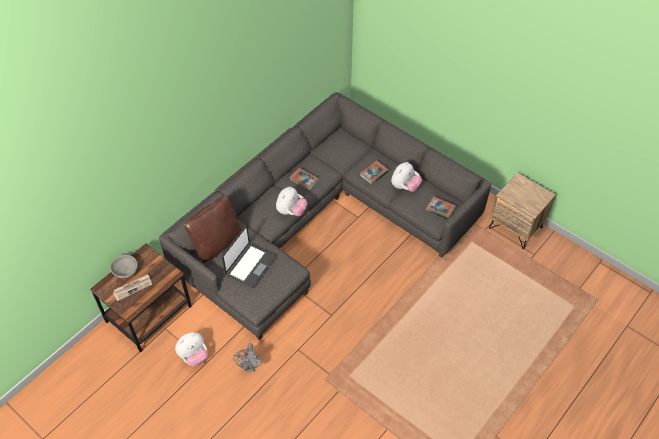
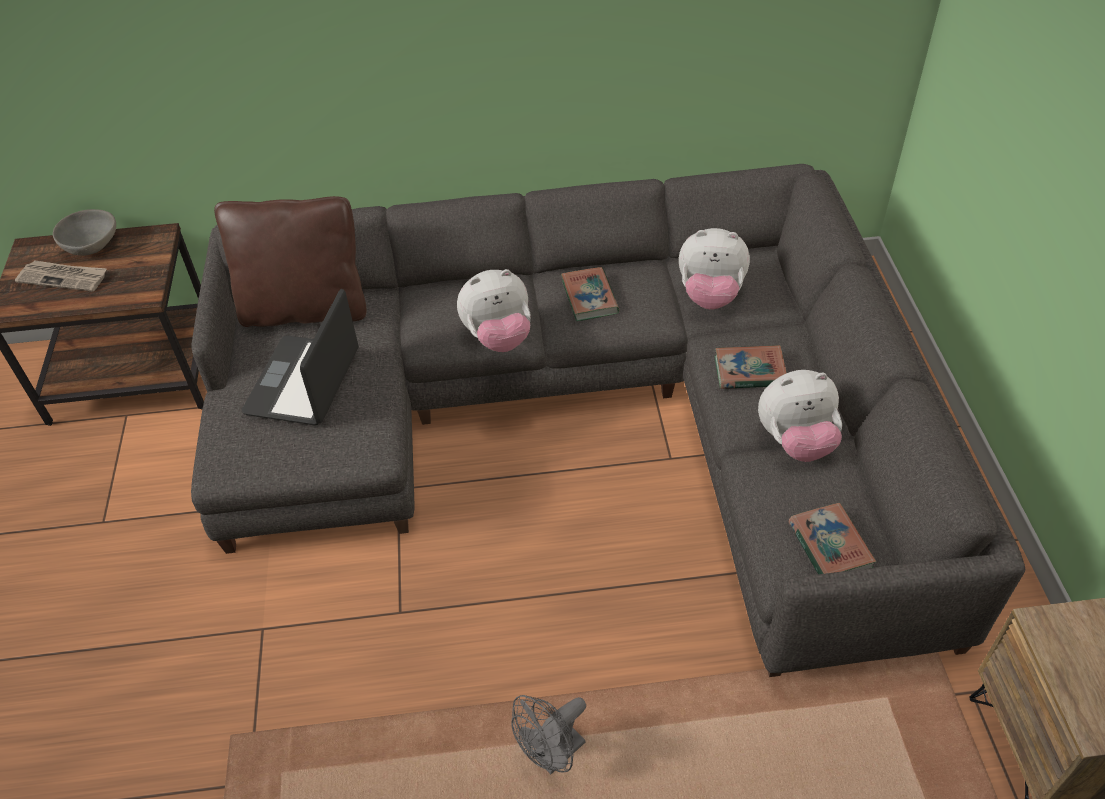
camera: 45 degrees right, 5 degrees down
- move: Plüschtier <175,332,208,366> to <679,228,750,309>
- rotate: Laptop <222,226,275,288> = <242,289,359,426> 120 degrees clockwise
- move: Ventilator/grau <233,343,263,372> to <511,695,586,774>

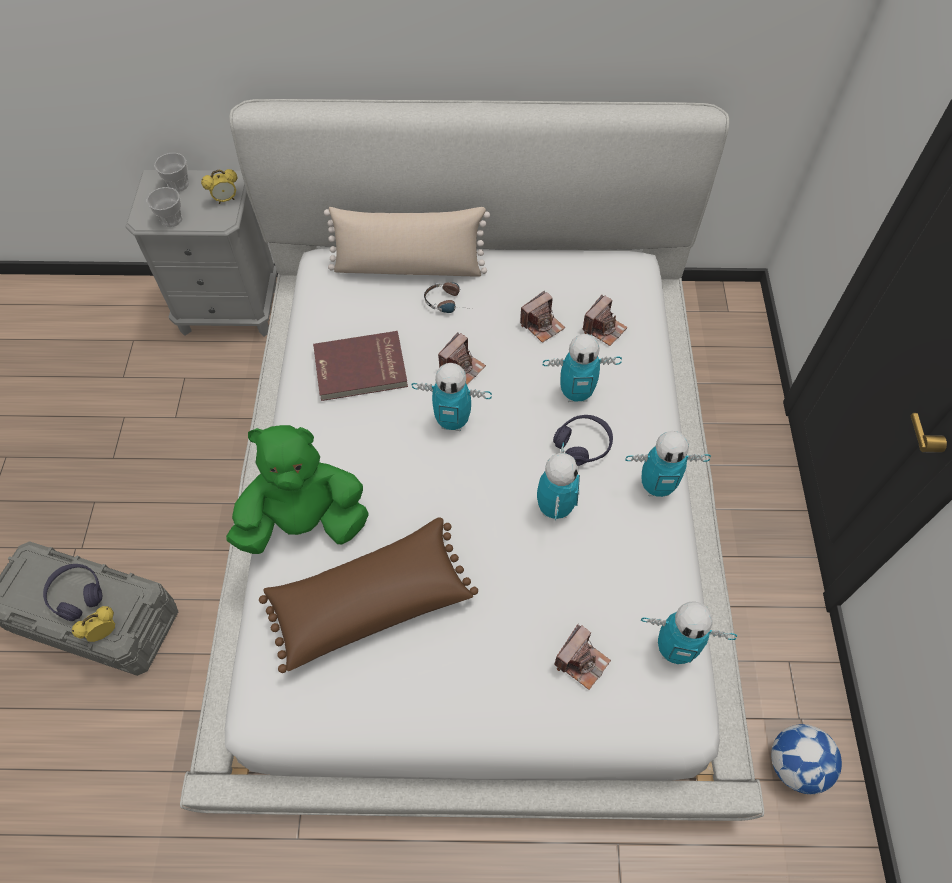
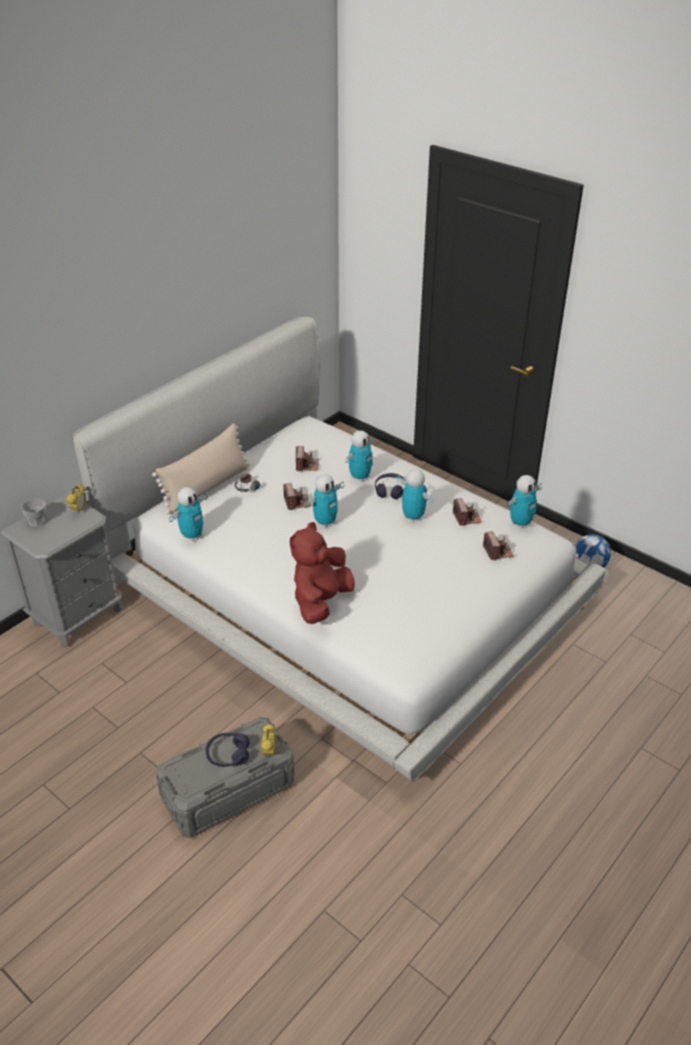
camera: 50 degrees left, 20 degrees down
- delete: Tasse <147,187,183,227>
- recolor: Plüschtier/grün <226,425,369,554> to Plüschtier/rot <290,522,355,624>
- delete: Kissen/braun <259,517,478,673>
- delete: Buch/rot <313,331,408,401>
- move: Kamera <583,295,628,346> to <453,498,482,526>
- move: Spielzeugroboter <625,431,711,497> to <169,487,208,541>

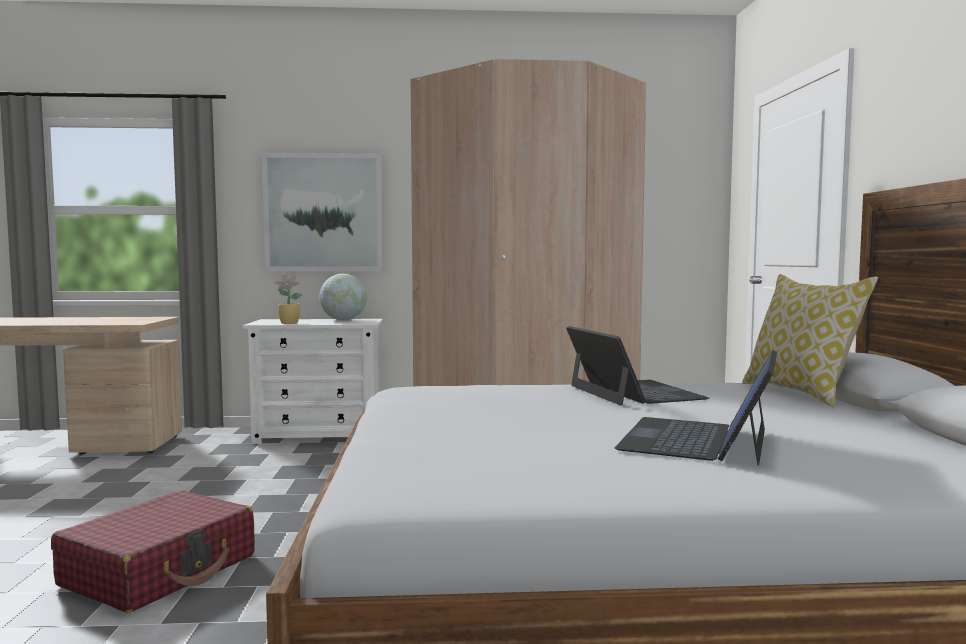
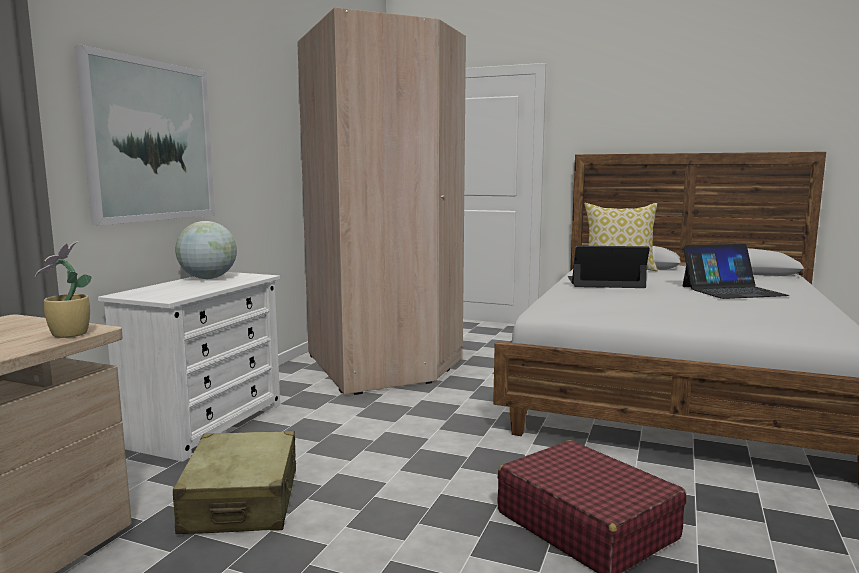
camera: 65 degrees left, 5 degrees up
- move: Topfpflanze <274,275,302,324> to <34,241,92,338>
- rotate: Laptop <615,350,777,465> = <683,244,790,299> 60 degrees counterclockwise
- insert: Koffer/beige <173,431,296,534>

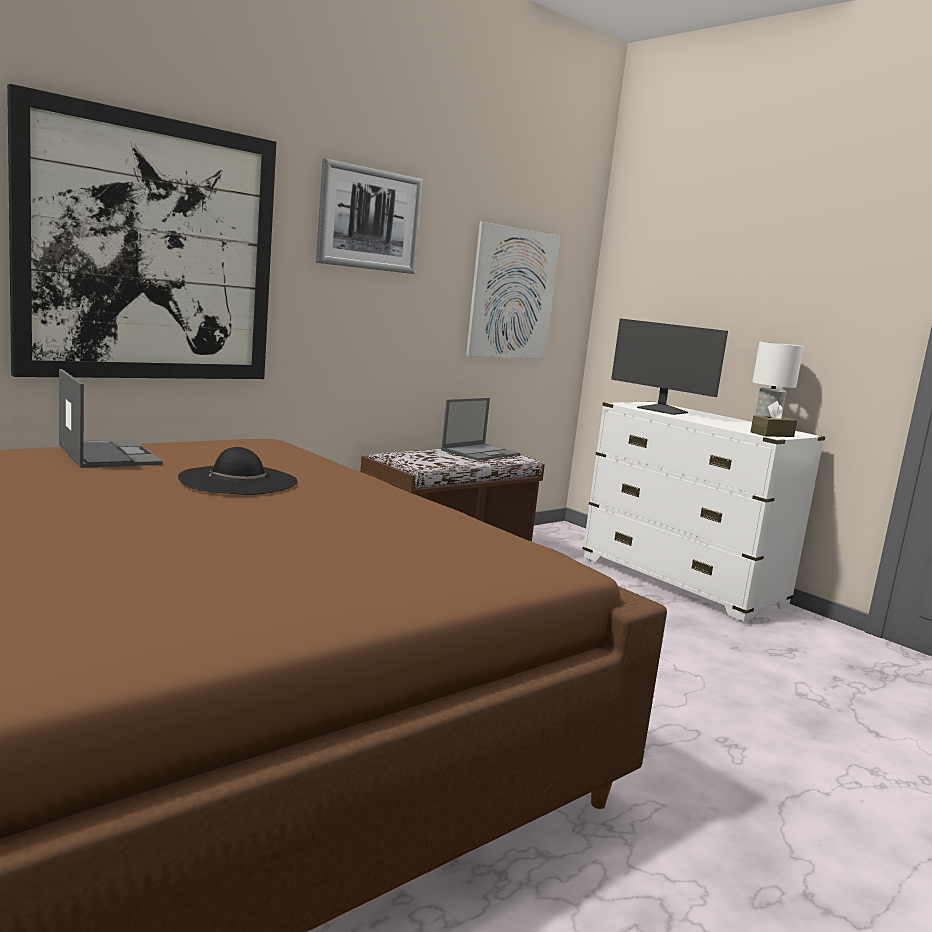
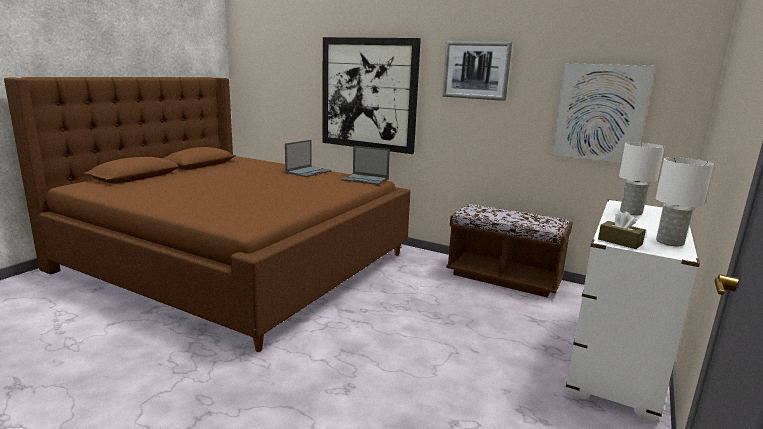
camera: 70 degrees right, 5 degrees up
- delete: Hut/schwarz <178,447,297,495>
- move: Laptop <441,398,520,461> to <341,146,390,185>
- replace: Monitor <611,318,728,415> to Tischlampe/weiß <619,142,665,215>

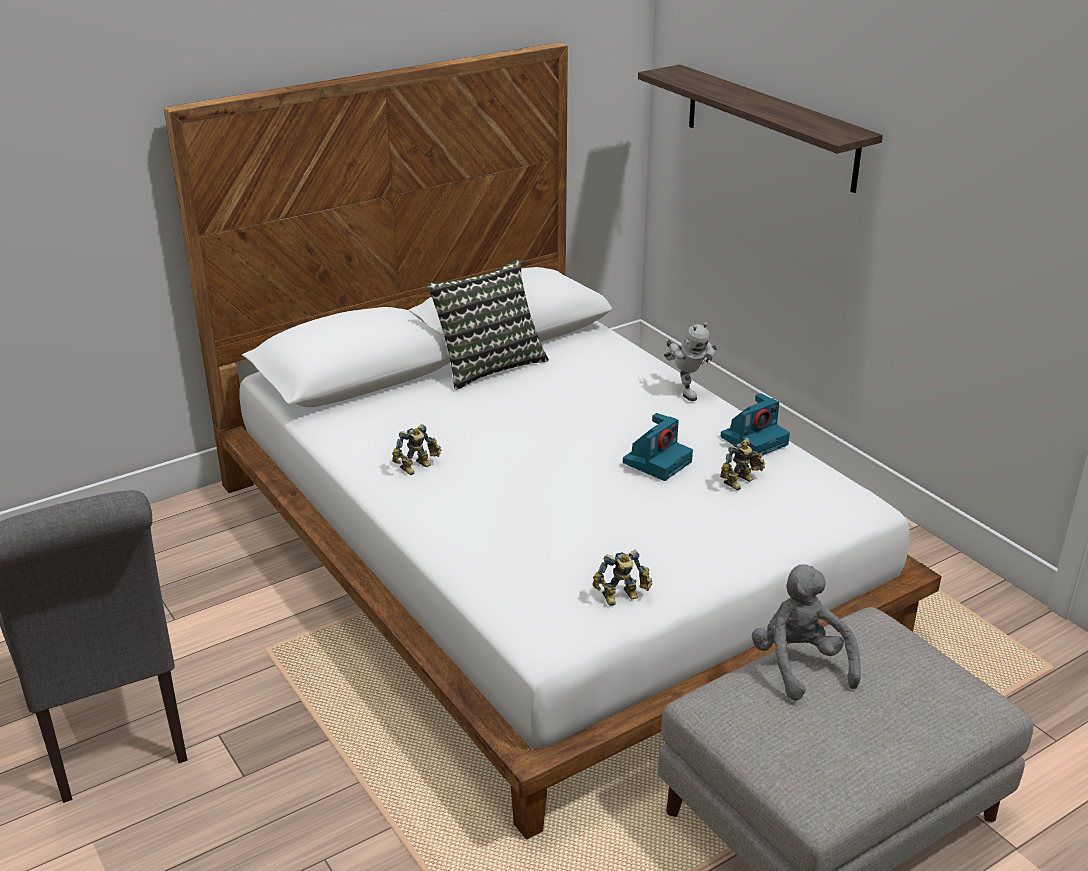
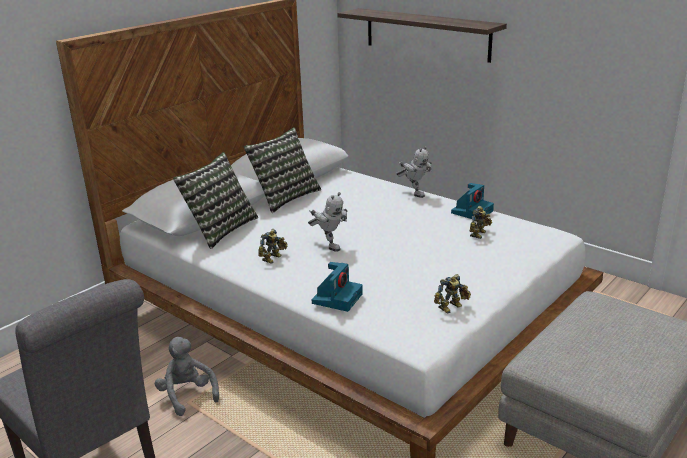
camera: 15 degrees left, 5 degrees down
- move: Kamera <623,413,693,481> to <312,262,363,312>
- move: Plüschtier/grau <752,564,861,701> to <155,337,219,416>
- insert: Kissen <173,152,258,249>
- insert: Spielzeugroboter <308,192,347,252>

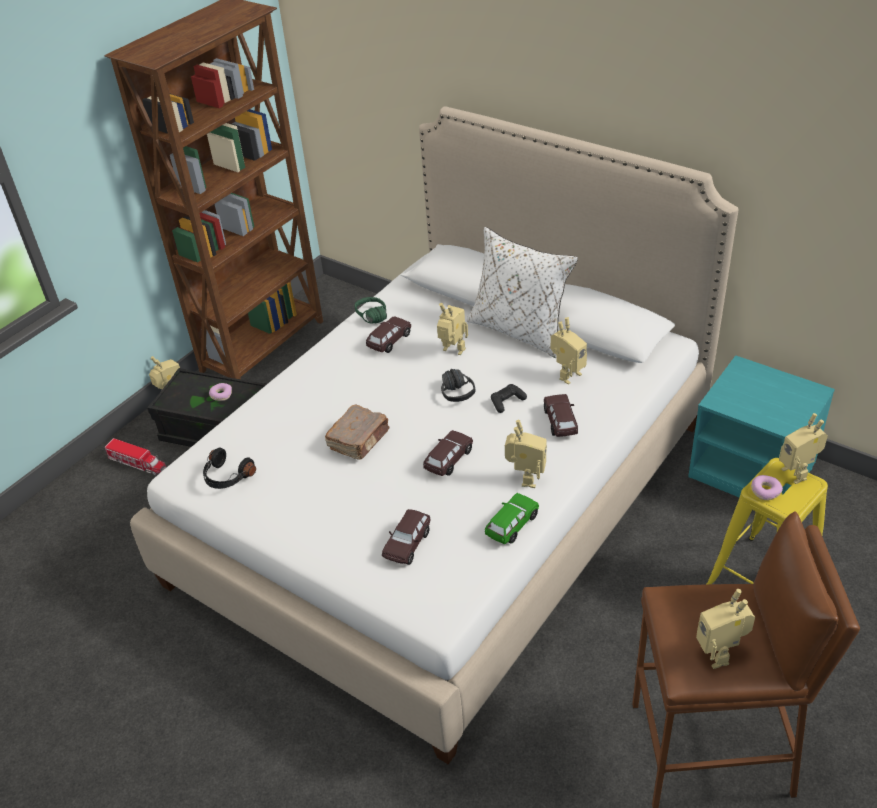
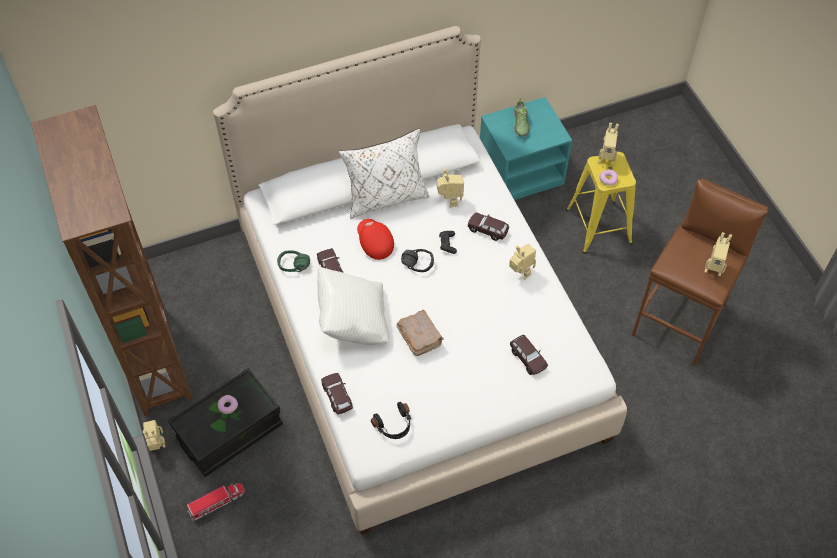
camera: 60 degrees left, 15 degrees up
- move: Spielzeugauto/braun <423,430,473,476> to <321,373,353,415>
- replace: Spielzeugroboter <437,303,468,355> to Kappe/rot <357,219,394,260>
- delete: Spielzeugauto/grün <485,493,539,544>
- insert: Kissen/weiß <317,266,389,345>
- insert: Schuh <513,98,530,137>

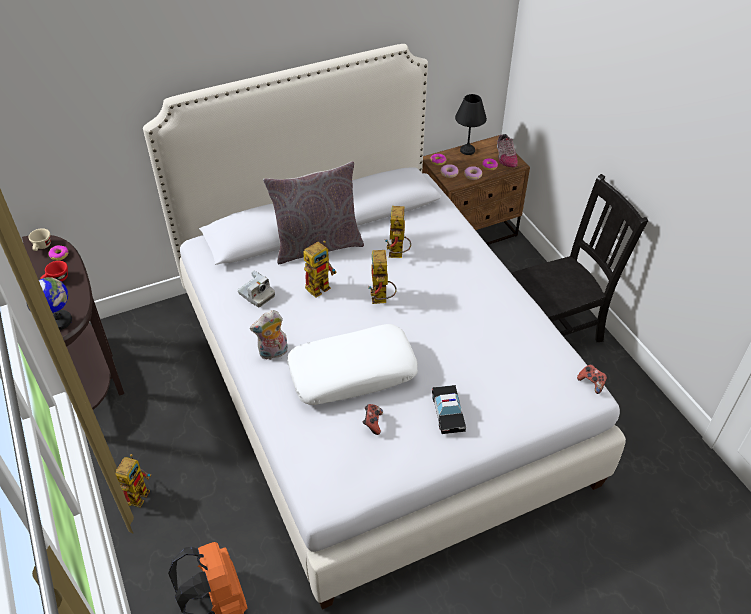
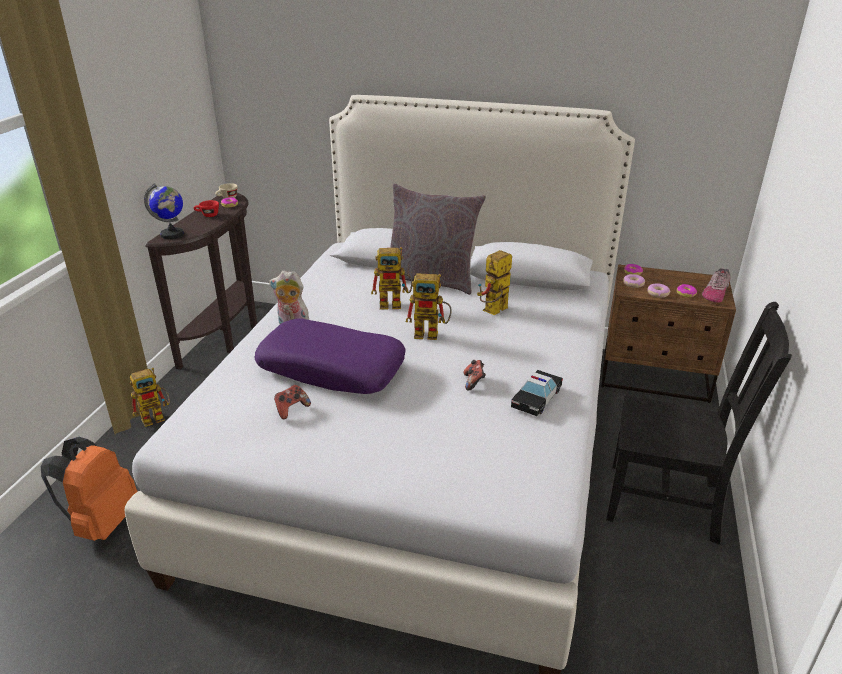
camera: 40 degrees right, 15 degrees down
- delete: Kamera <238,271,275,307>
- recolor: Kissen/weiß <287,324,418,405> to Kissen/lila <254,318,406,394>
- rotate: Spielzeugroboter <368,250,397,304> = <406,274,452,340> 120 degrees counterclockwise
- move: Spielzeugauto <432,385,466,434> to <511,370,563,416>
- delete: Tischlampe/schwarz <455,94,487,155>
- move: Gamepad <577,364,607,394> to <463,360,486,390>

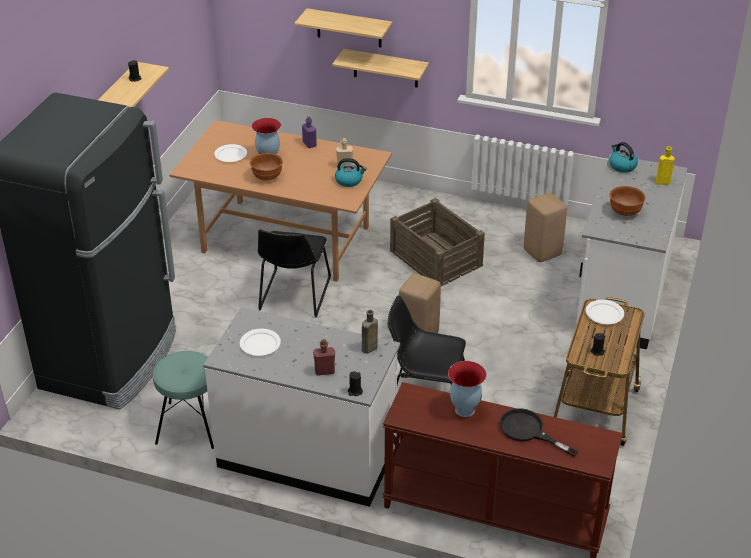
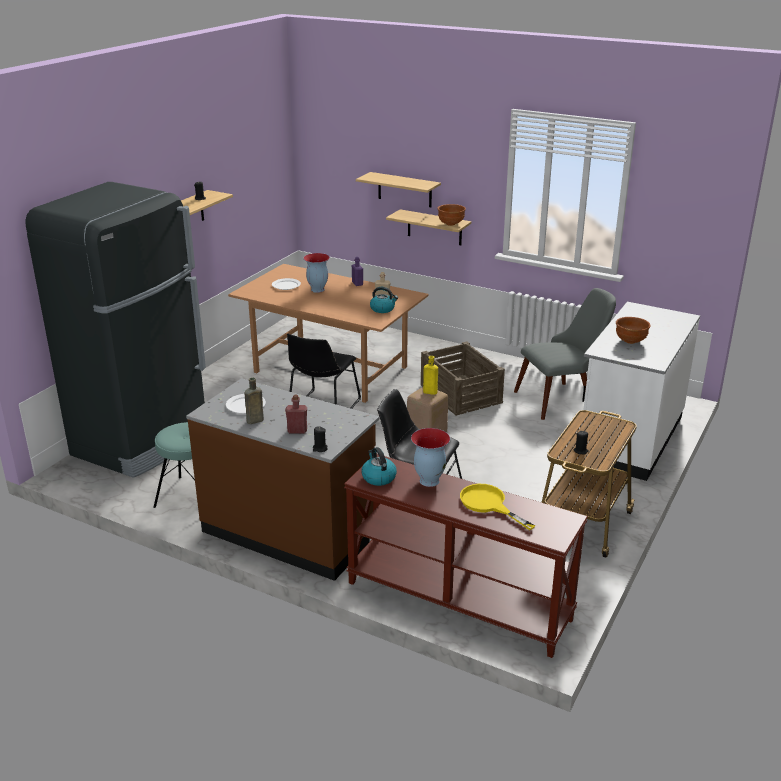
camera: 10 degrees right, 10 degrees down
- recolor: Küchenzeile/weiß <203,307,400,507> to Küchenzeile/braun <186,378,379,581>
- move: Schüssel/braun <250,153,283,181> to <437,204,466,226>
- move: Flasche/braun <362,310,378,354> to <244,377,264,424>
- recolor: Pfanne/schwarz <499,408,579,457> to Pfanne/gelb <460,484,535,530>
- replace: Hocker/beige <524,193,567,262> to Stuhl/grau <514,288,616,420>
- delete: Teller/weiß <586,300,624,324>
- move: Wasserkessel <609,142,638,173> to <362,447,397,486>
- move: Flasche/gelb <656,147,675,185> to <423,356,438,395>

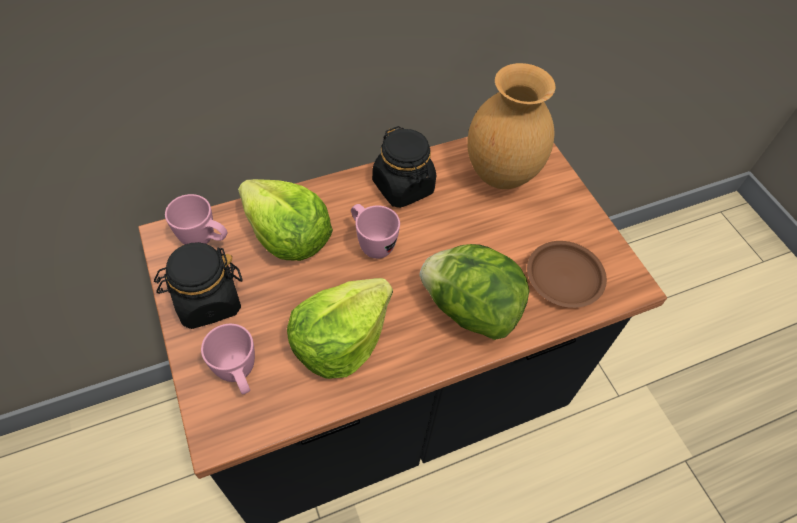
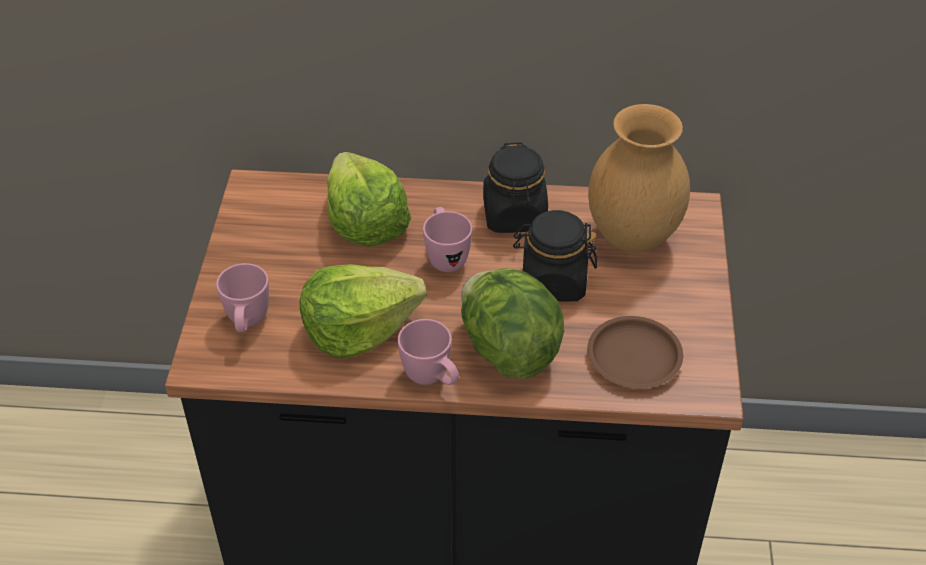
camera: 30 degrees right, 10 degrees down
- move: Vorratsglas/schwarz <154,242,243,329> to <513,210,597,302>
- move: Henkelbecher/rosa <165,194,227,245> to <398,319,459,385>

